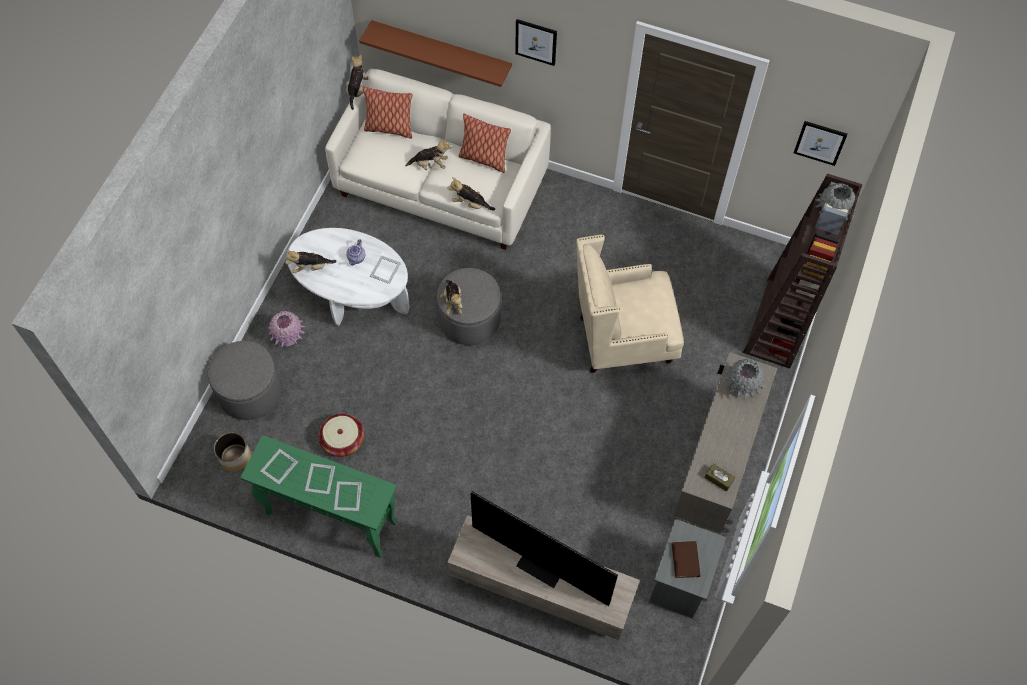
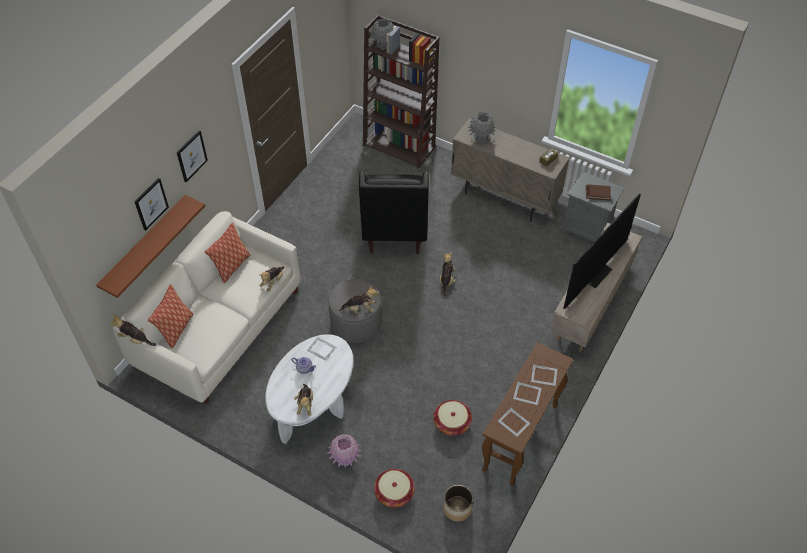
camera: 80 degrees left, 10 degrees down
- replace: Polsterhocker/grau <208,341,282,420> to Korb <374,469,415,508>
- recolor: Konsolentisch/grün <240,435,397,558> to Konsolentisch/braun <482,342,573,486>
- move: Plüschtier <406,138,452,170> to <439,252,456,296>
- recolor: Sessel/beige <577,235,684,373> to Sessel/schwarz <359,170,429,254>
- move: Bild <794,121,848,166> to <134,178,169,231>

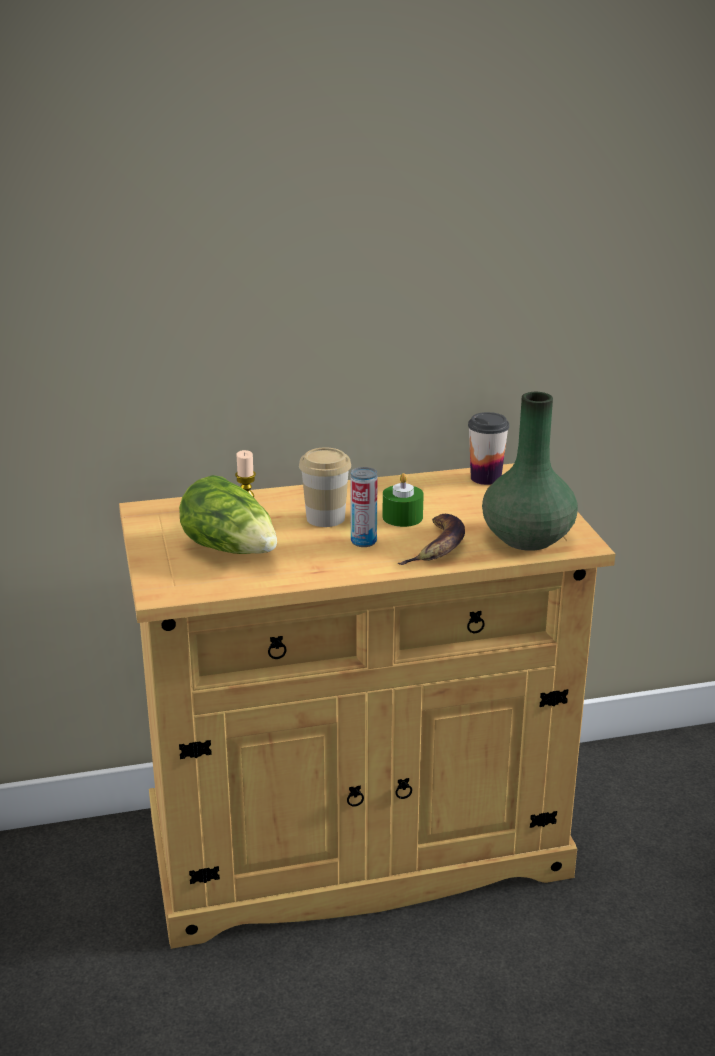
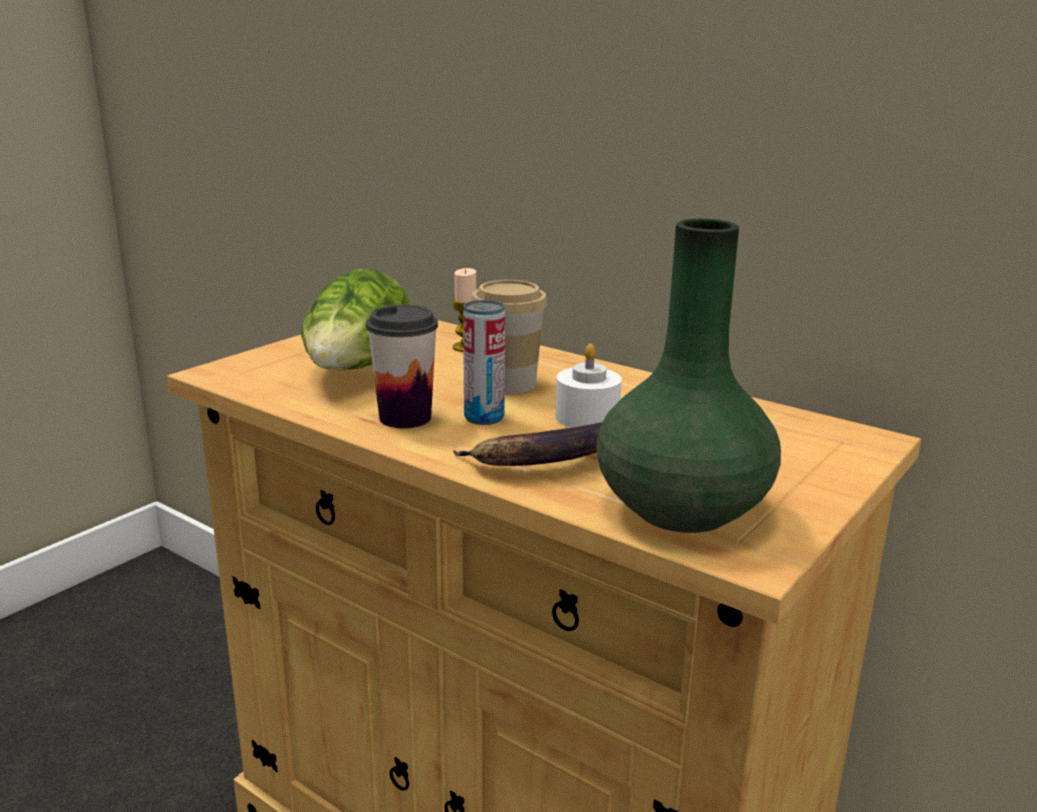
camera: 50 degrees right, 5 degrees down
- recolor: Kerze/grün <382,473,424,527> to Kerze/weiß <555,344,622,428>
- move: Tasse <468,412,509,485> to <366,305,438,428>

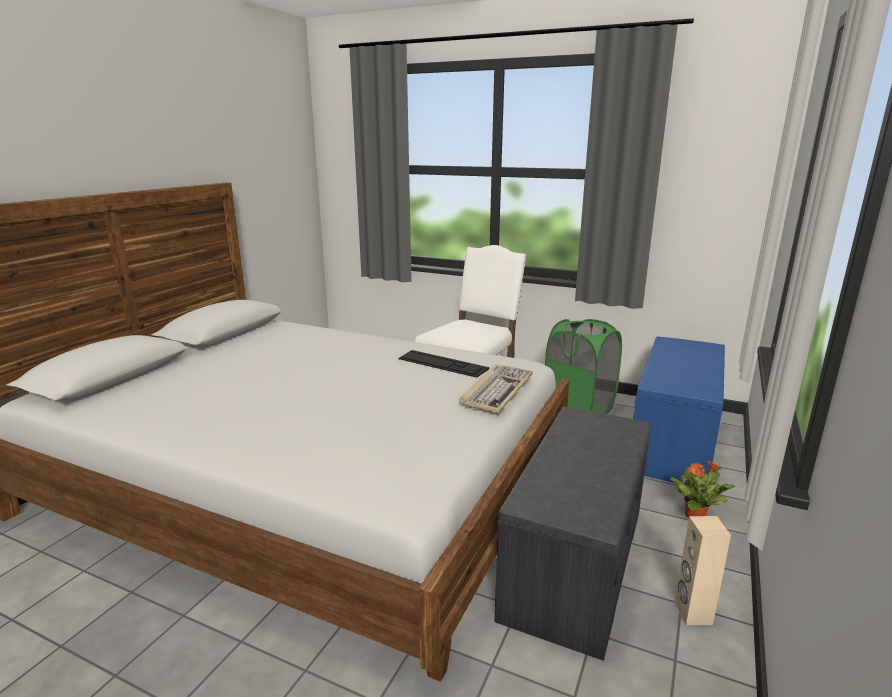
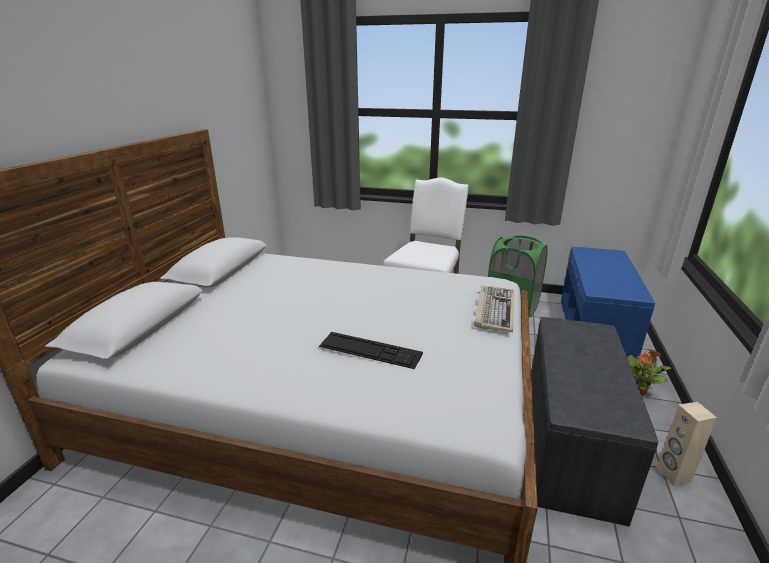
camera: 10 degrees left, 5 degrees up
- move: Tastatur <398,350,489,378> to <319,332,423,369>

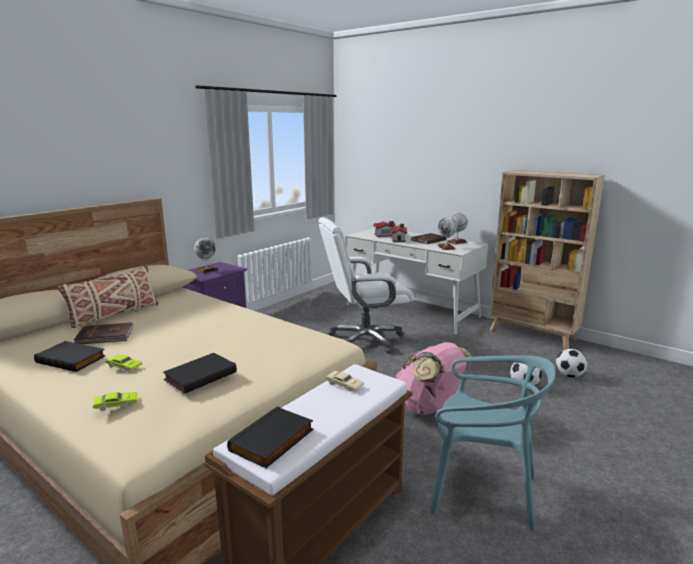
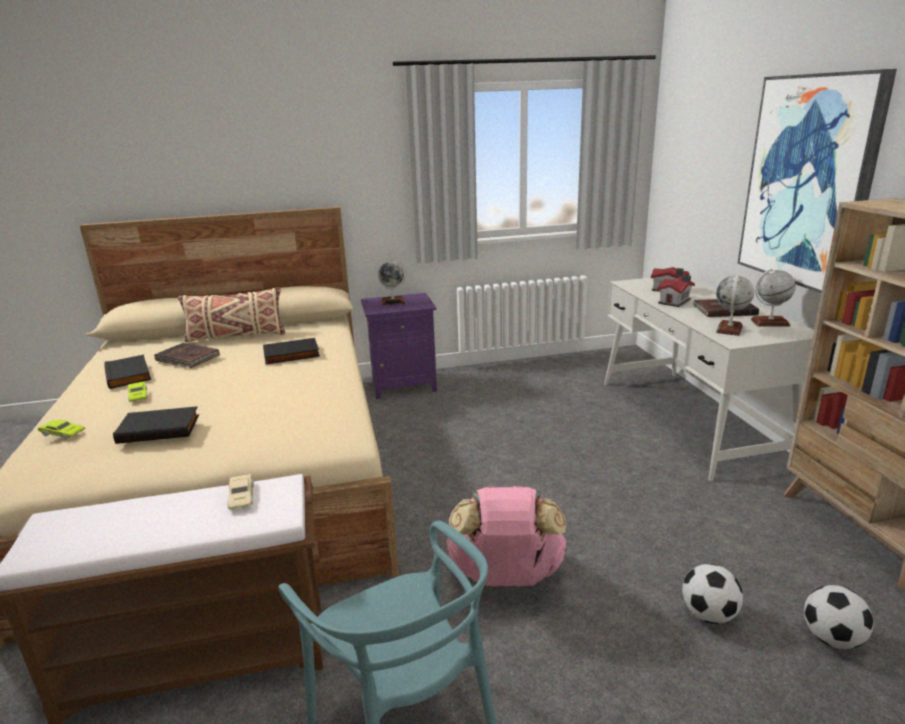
camera: 40 degrees right, 5 degrees up
- move: Buch/schwarz <227,406,314,468> to <263,338,320,364>
- delete: Bürostuhl/weiß <318,217,414,354>
- insert: Bild <738,69,897,293>

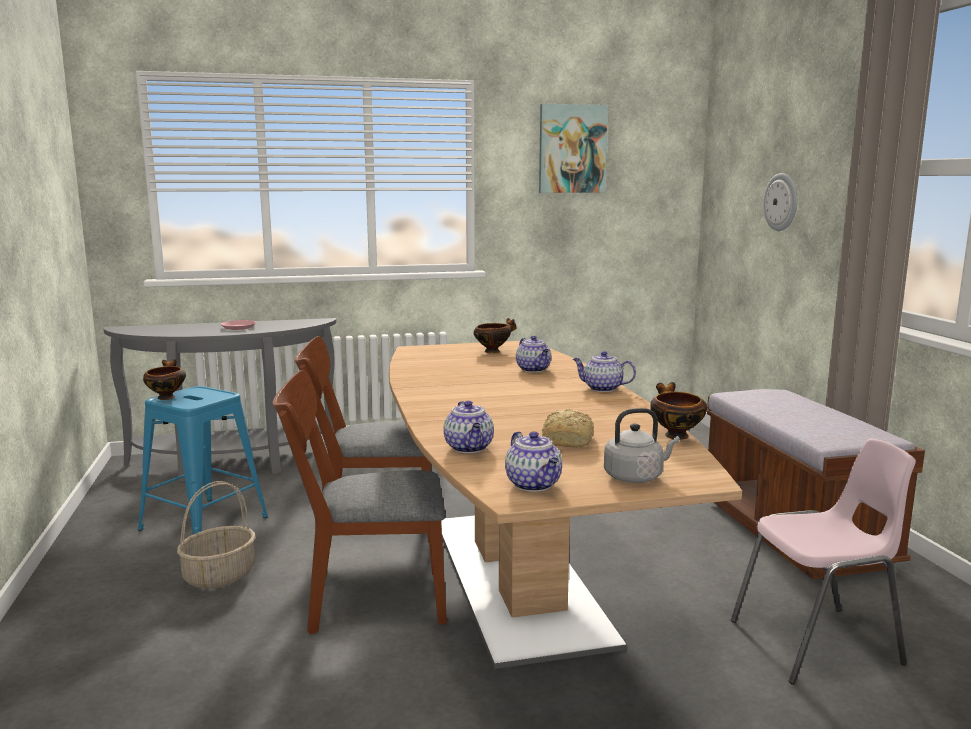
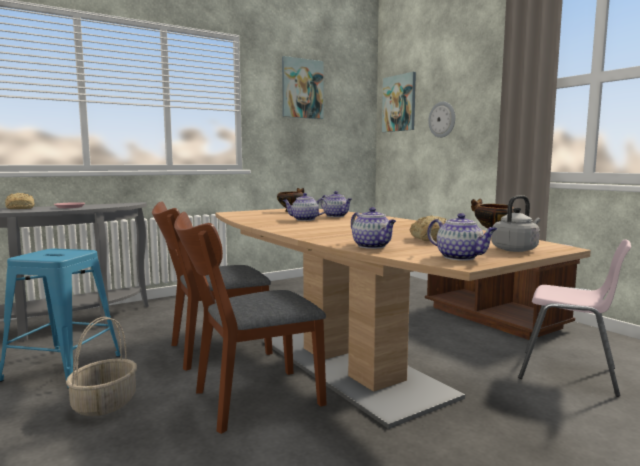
camera: 20 degrees left, 5 degrees down
- delete: Schüssel <143,359,186,400>
- move: Teekanne <573,351,636,392> to <283,193,328,221>
- rotate: Stuhl/rosa <731,438,916,685> = <518,240,631,397> 60 degrees clockwise
- insert: Brot <5,193,35,209>
- insert: Bild <382,72,416,132>

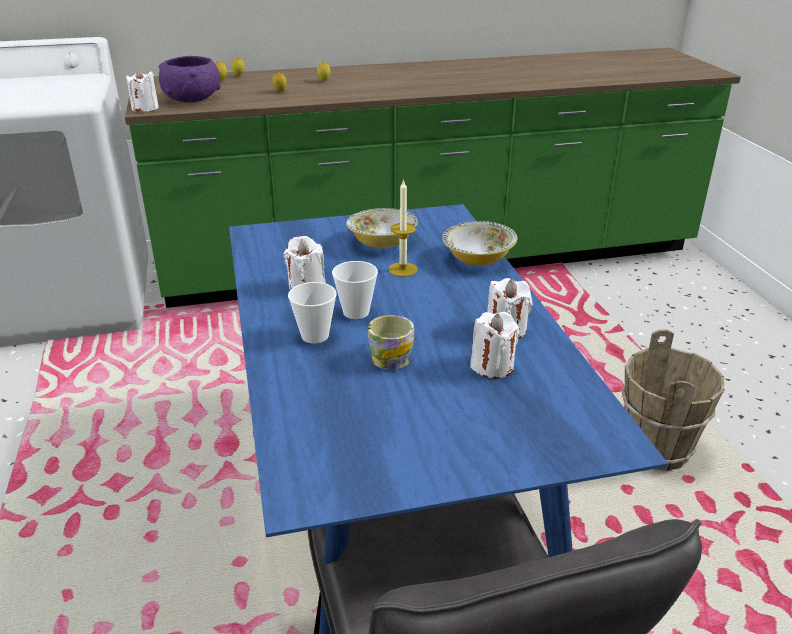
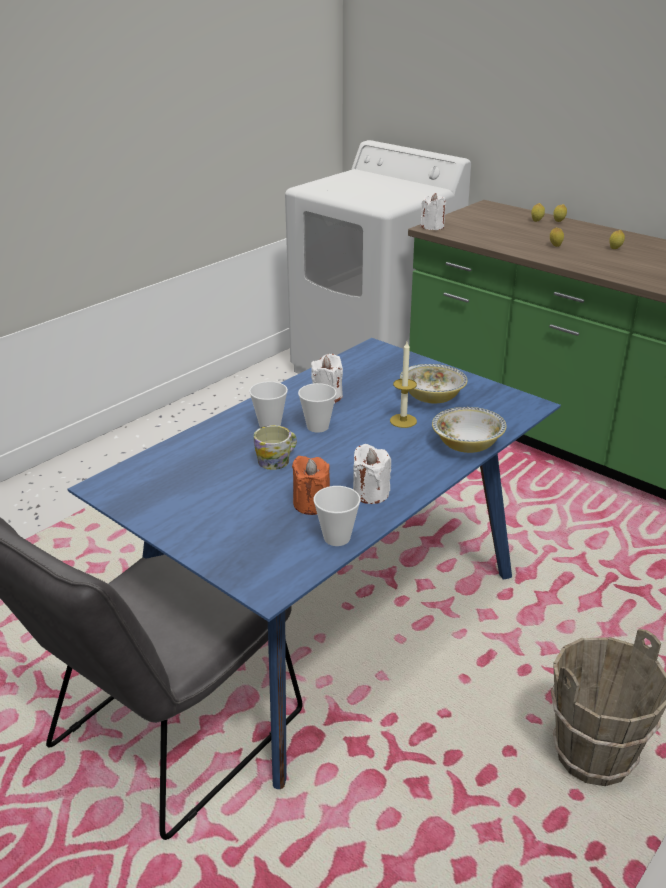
camera: 55 degrees right, 0 degrees up
- delete: Schüssel/lila <159,56,221,102>
- recolor: Kerze/weiß <470,312,520,379> to Kerze/orange <292,456,330,515>
- insert: Tasse <314,486,361,546>

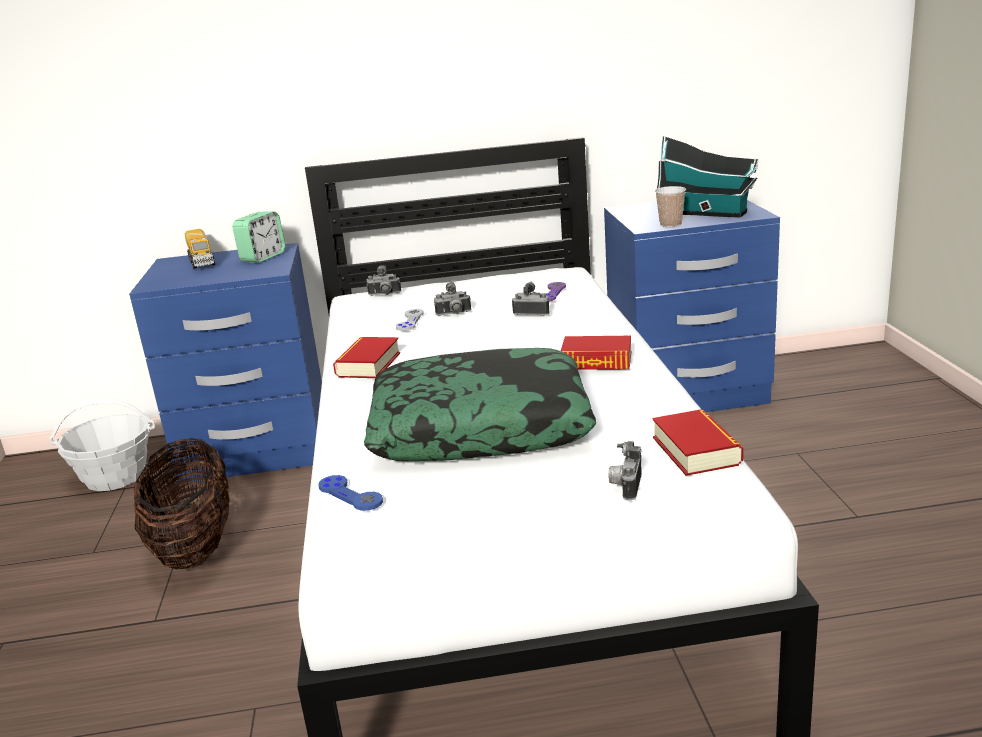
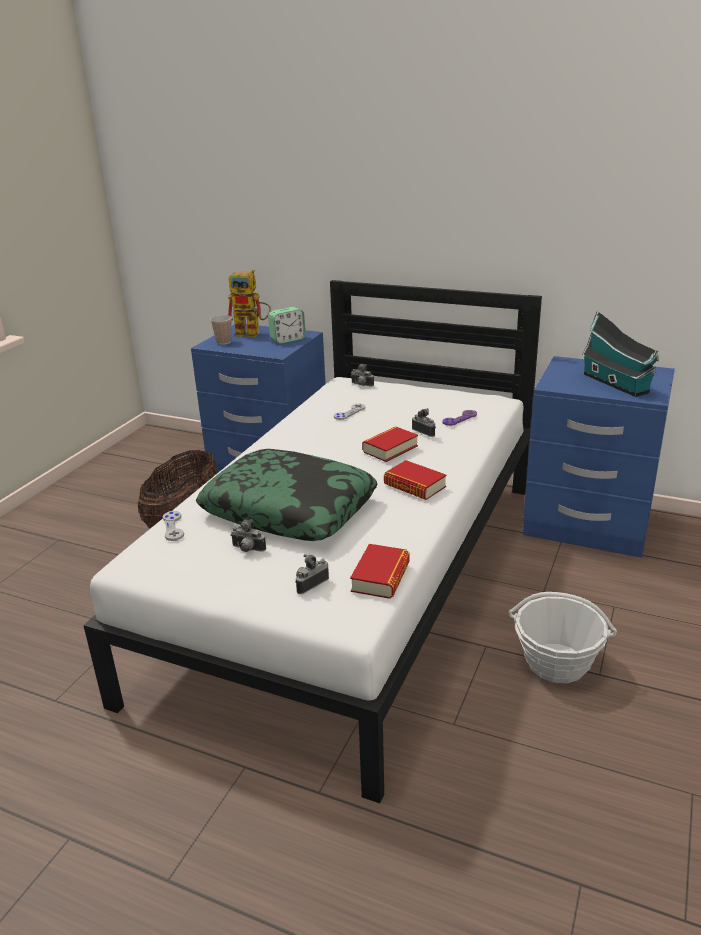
camera: 30 degrees right, 5 degrees up
- move: Korb <49,400,156,491> to <509,592,617,683>
- replace: Spielzeuglaster <185,229,215,269> to Spielzeugroboter <228,270,271,337>
- recolor: Gamepad/blau <318,475,383,511> to Gamepad/grau <163,511,184,541>
- move: Buch <333,337,400,378> to <362,426,418,462>
- move: Kamera <434,282,471,316> to <230,519,266,552>
- move: Tasse <655,186,686,227> to <210,315,232,345>

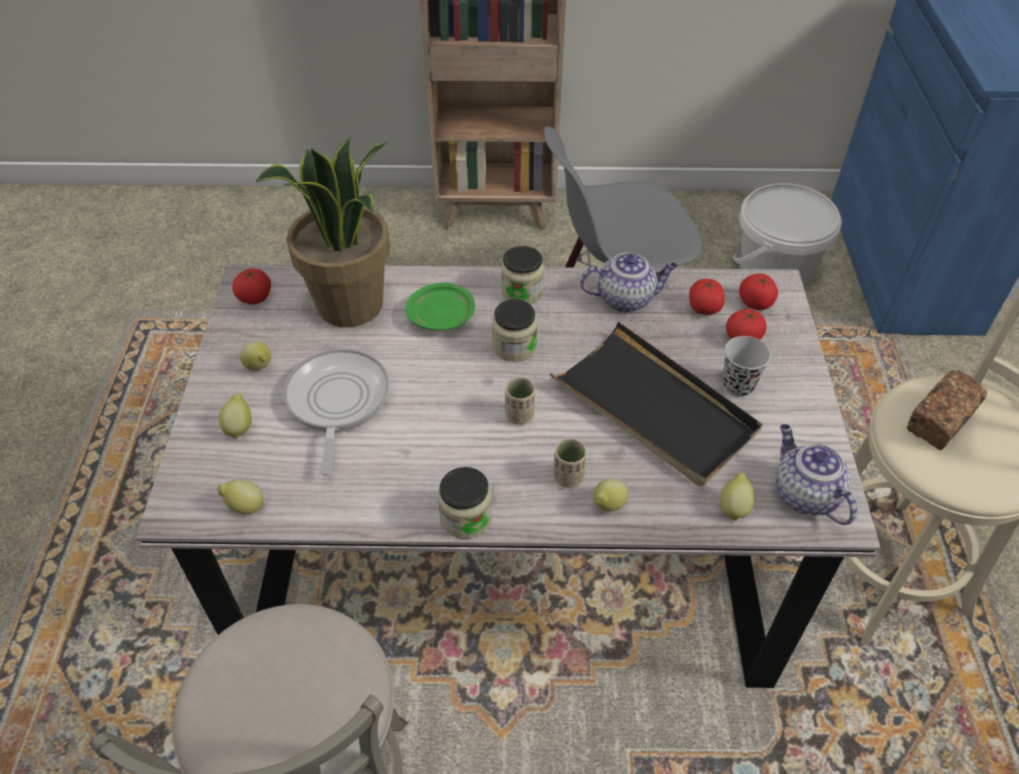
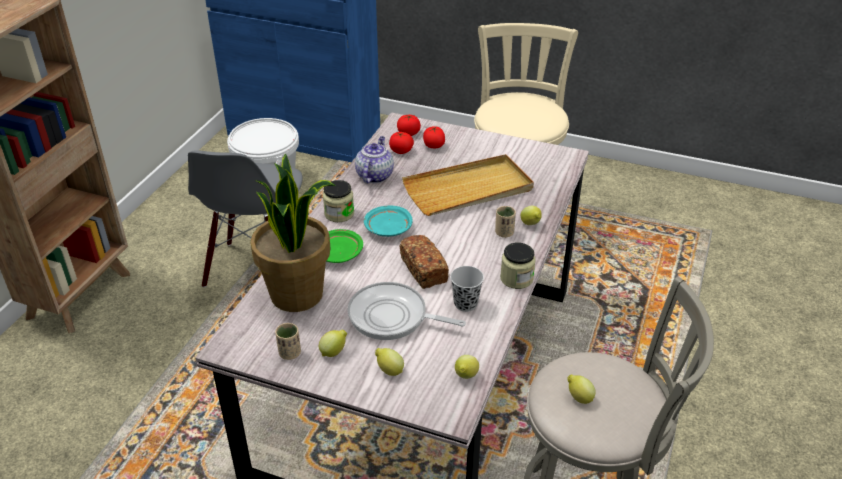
camera: 70 degrees left, 10 degrees down
- delete: Tomate <232,268,271,304>
- replace: Vorratsglas <492,299,538,362> to Teller/türkis <364,205,412,237>
- move: Tasse/beige <505,377,535,425> to <275,323,301,360>
- recolor: Tablett/schwarz <550,321,763,487> to Tablett/beige <402,154,534,216>
- move: Zitrone <720,473,754,522> to <567,375,596,404>
- move: Tasse/schwarz <722,336,771,397> to <450,266,484,312>
- delete: Teekanne <776,424,857,525>
- move: Brot <907,370,987,450> to <400,235,449,289>

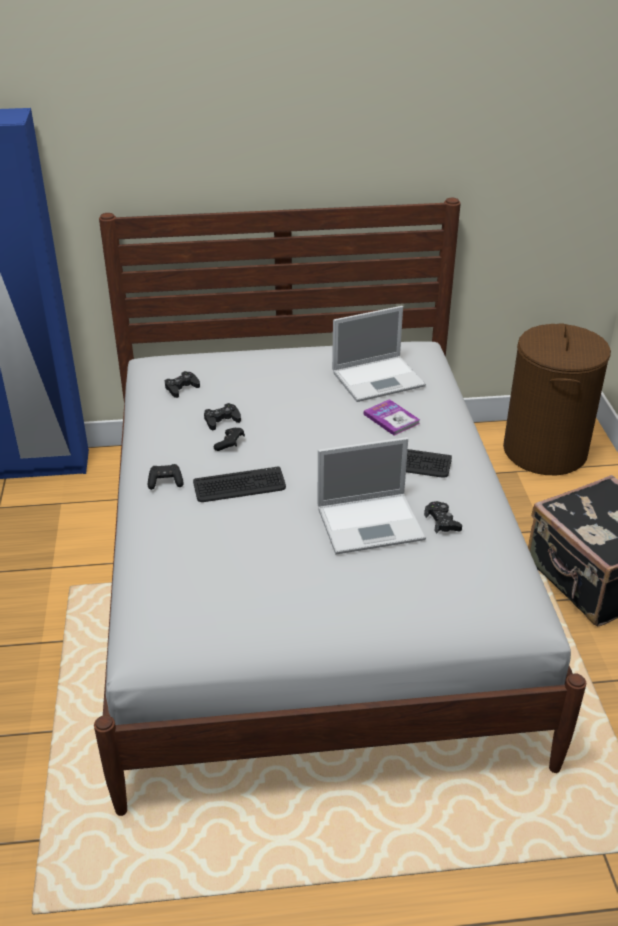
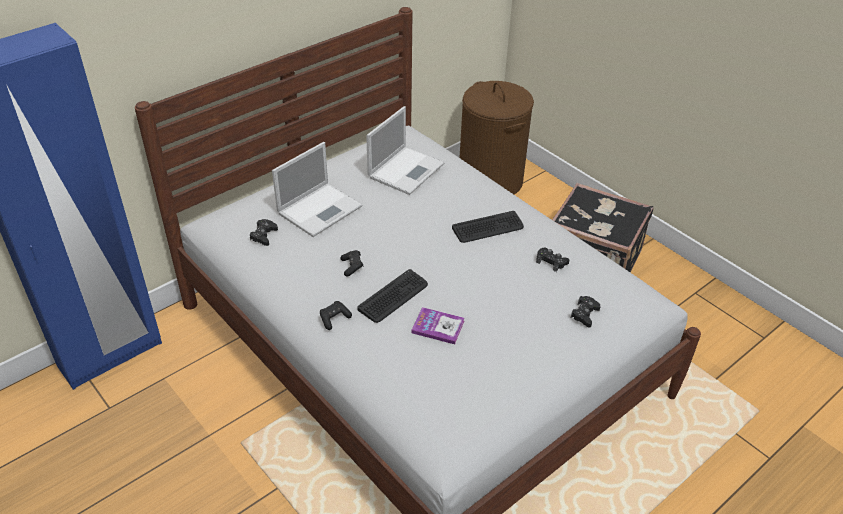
camera: 35 degrees left, 5 degrees up
- move: Gamepad/schwarz <204,403,241,430> to <571,296,601,328>
- move: Laptop <317,437,426,554> to <272,142,363,237>
- move: Buch <364,399,420,436> to <411,307,464,344>

